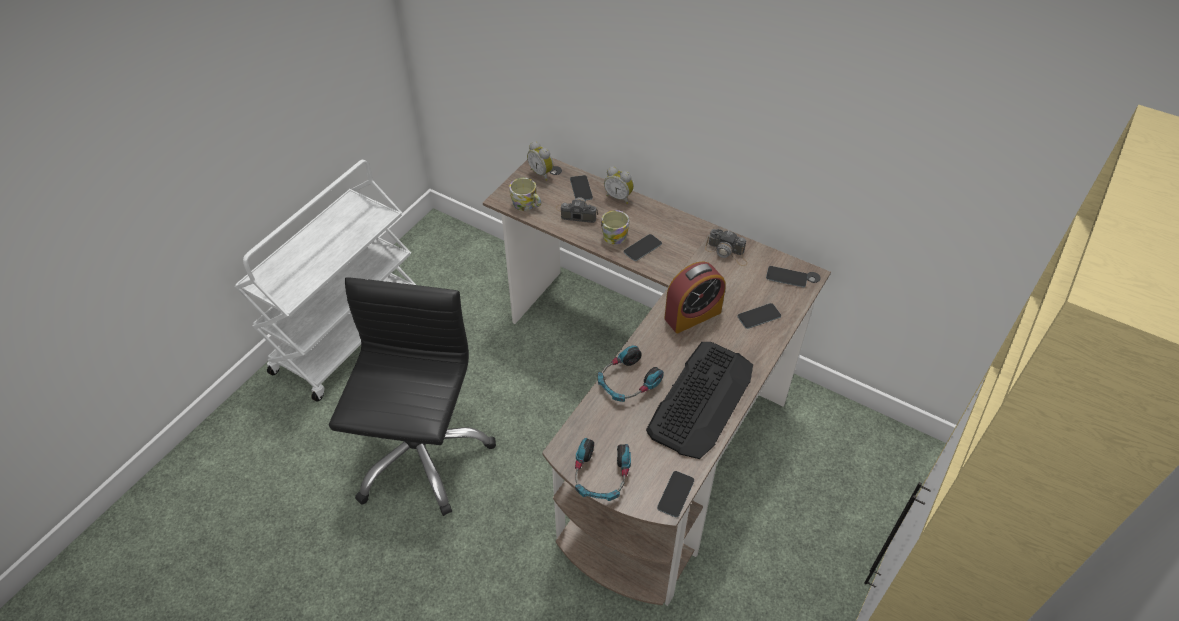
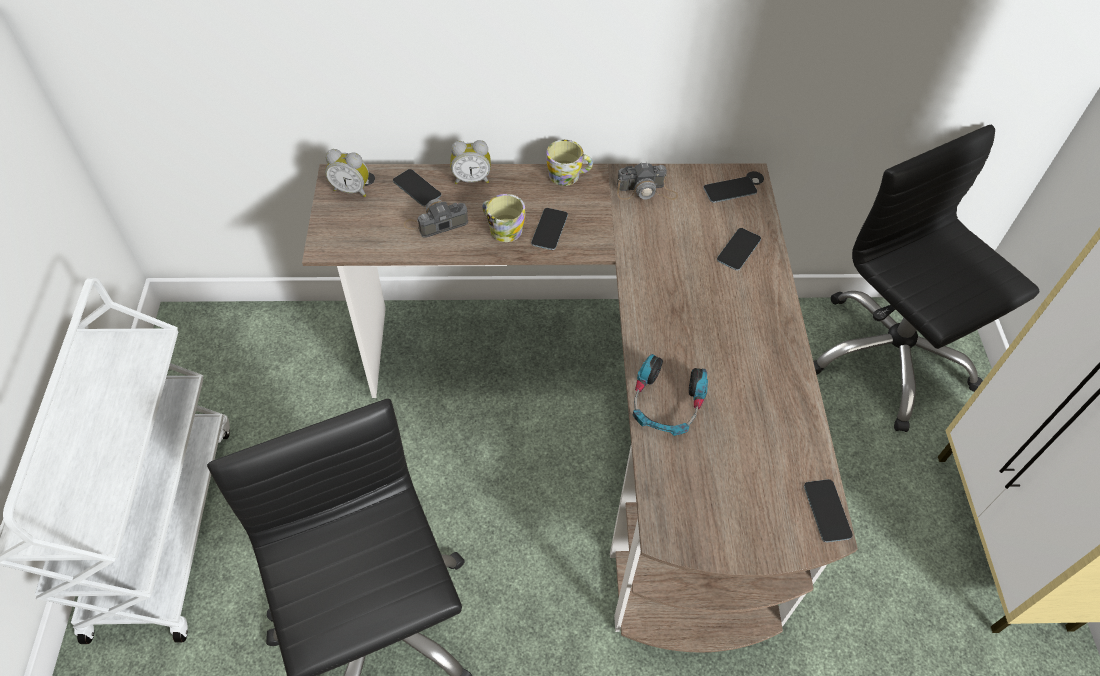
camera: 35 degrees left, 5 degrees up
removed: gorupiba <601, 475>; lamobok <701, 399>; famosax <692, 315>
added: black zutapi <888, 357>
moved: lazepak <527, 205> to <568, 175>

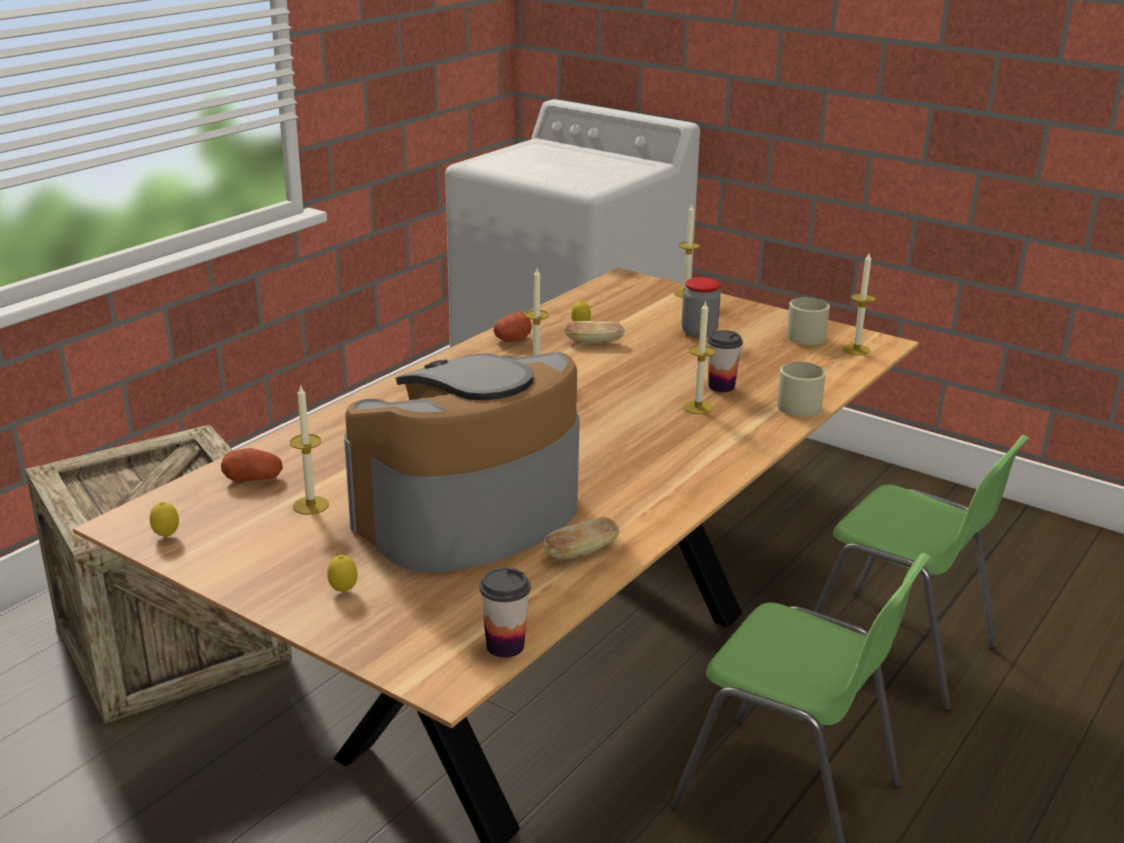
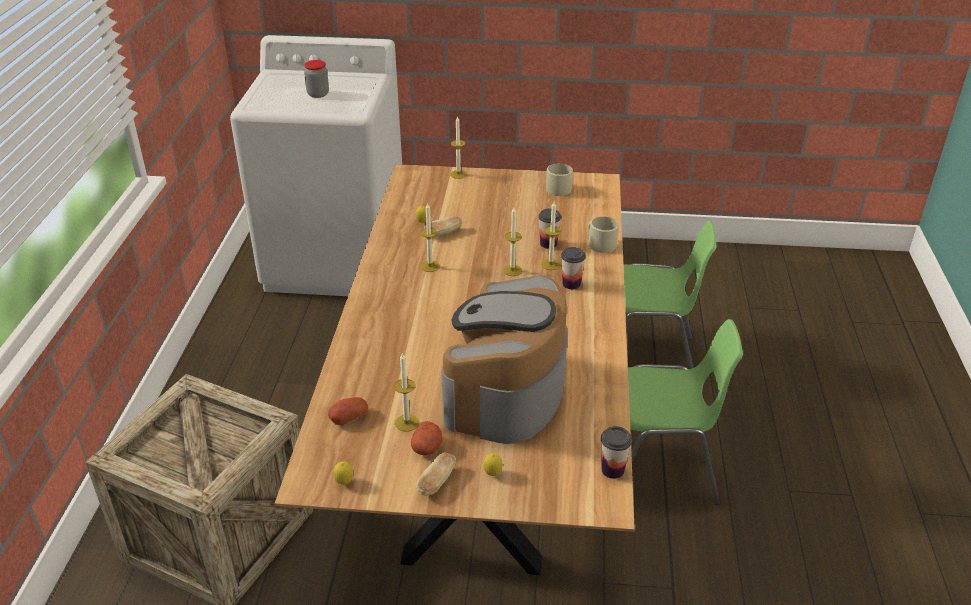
camera: 30 degrees left, 10 degrees up
added: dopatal <571, 284>
moved: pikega <513, 340> to <427, 448>; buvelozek <581, 553> to <436, 482>; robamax <699, 332> to <318, 94>; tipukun <856, 350> to <512, 270>

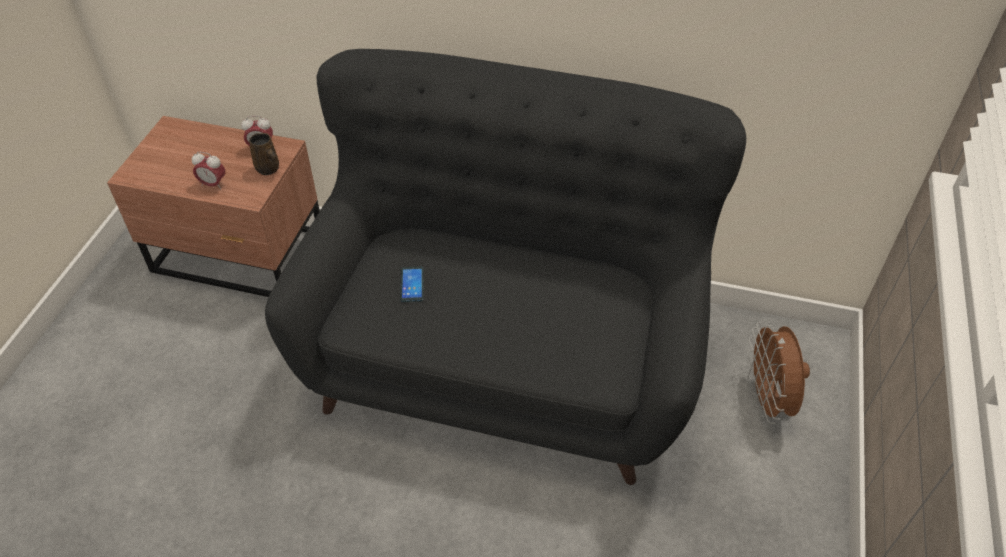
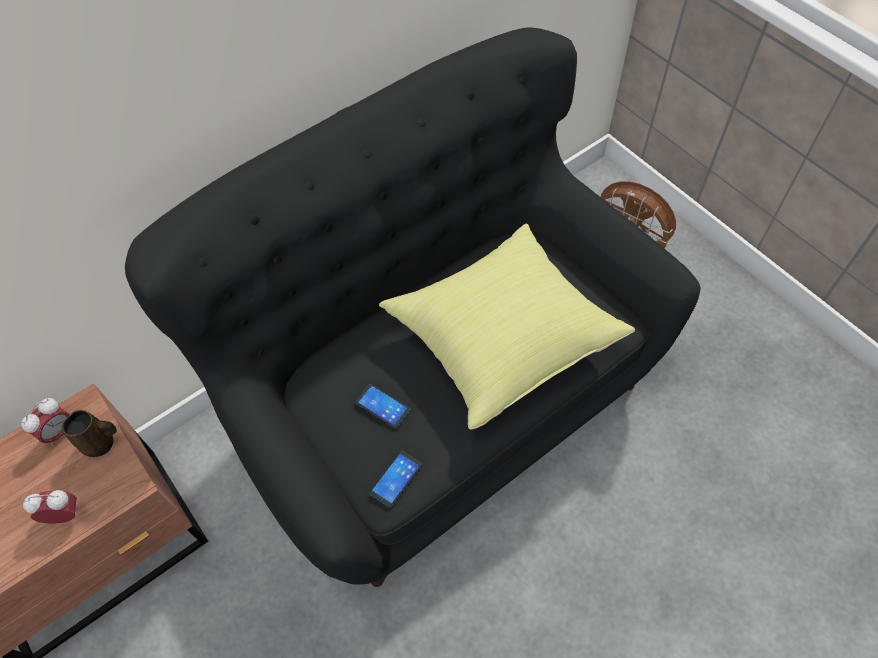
camera: 50 degrees left, 10 degrees up
added: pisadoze <396, 479>; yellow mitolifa <502, 337>
turned: famosax <213, 184> = <65, 515> 150 degrees counterclockwise

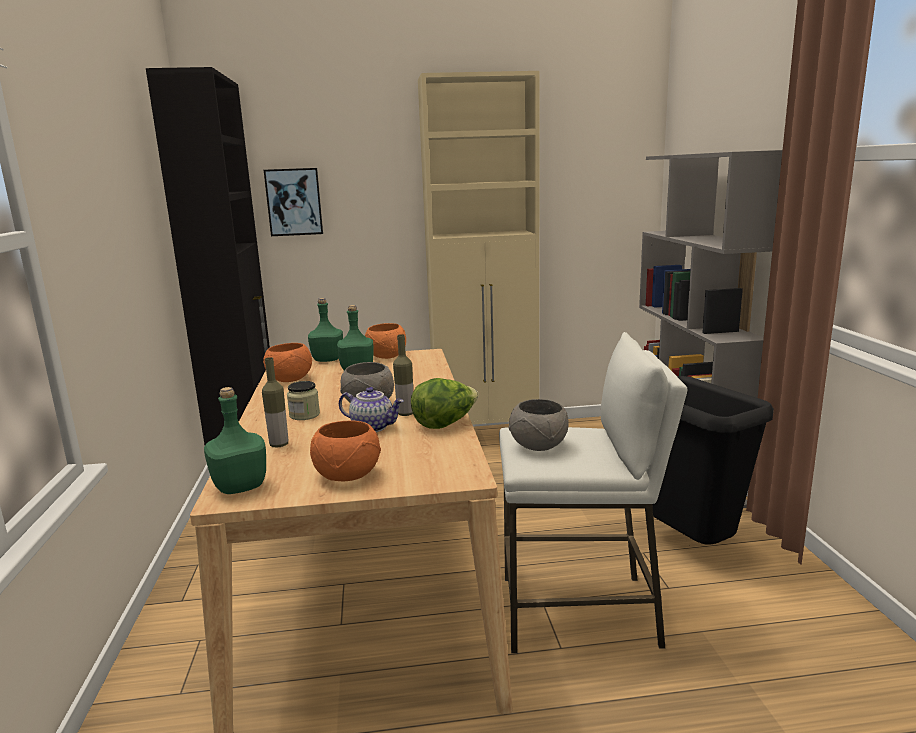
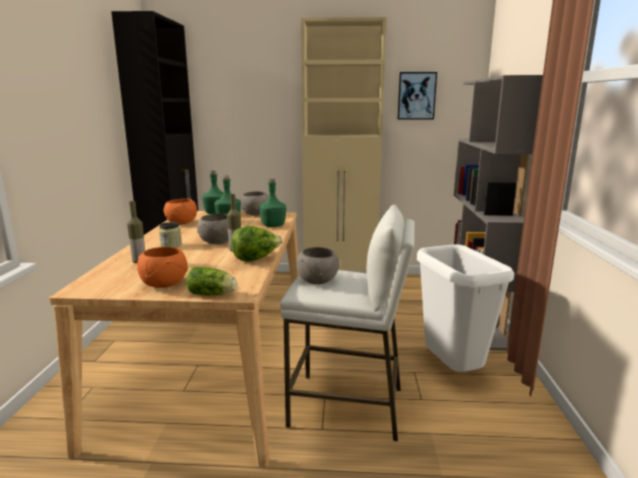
camera: 10 degrees right, 0 degrees up
removed: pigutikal <373, 427>
added: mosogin <213, 294>
moved: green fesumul <241, 486> to <273, 225>; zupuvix <294, 202> to <416, 96>
recoloured: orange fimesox <386, 356> to grey fimesox <255, 214>; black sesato <688, 545> to white sesato <450, 371>

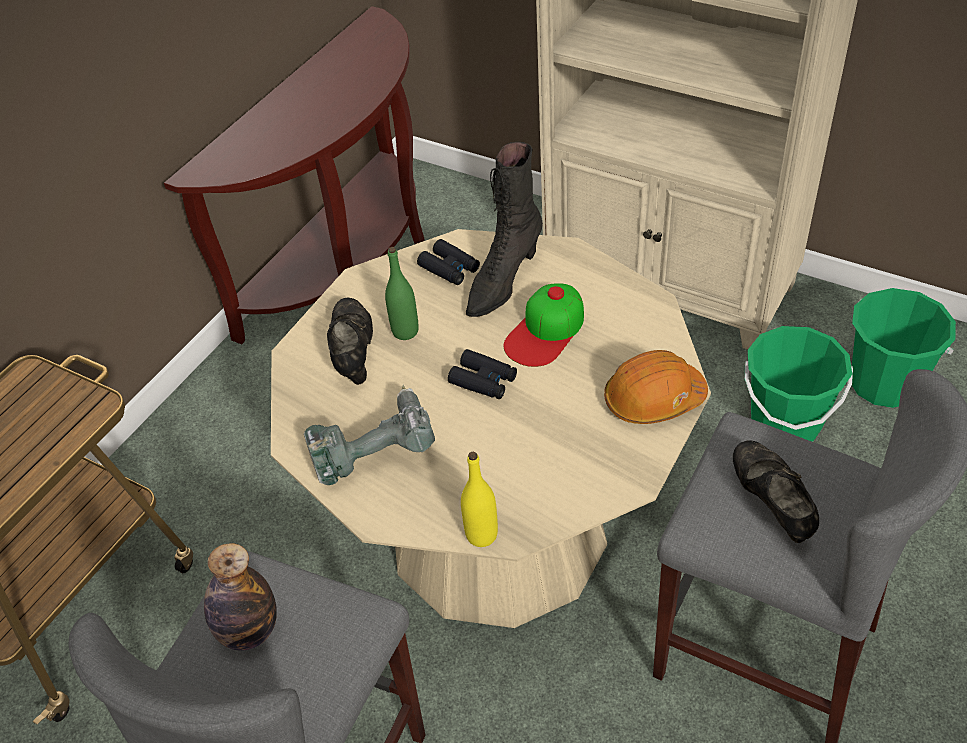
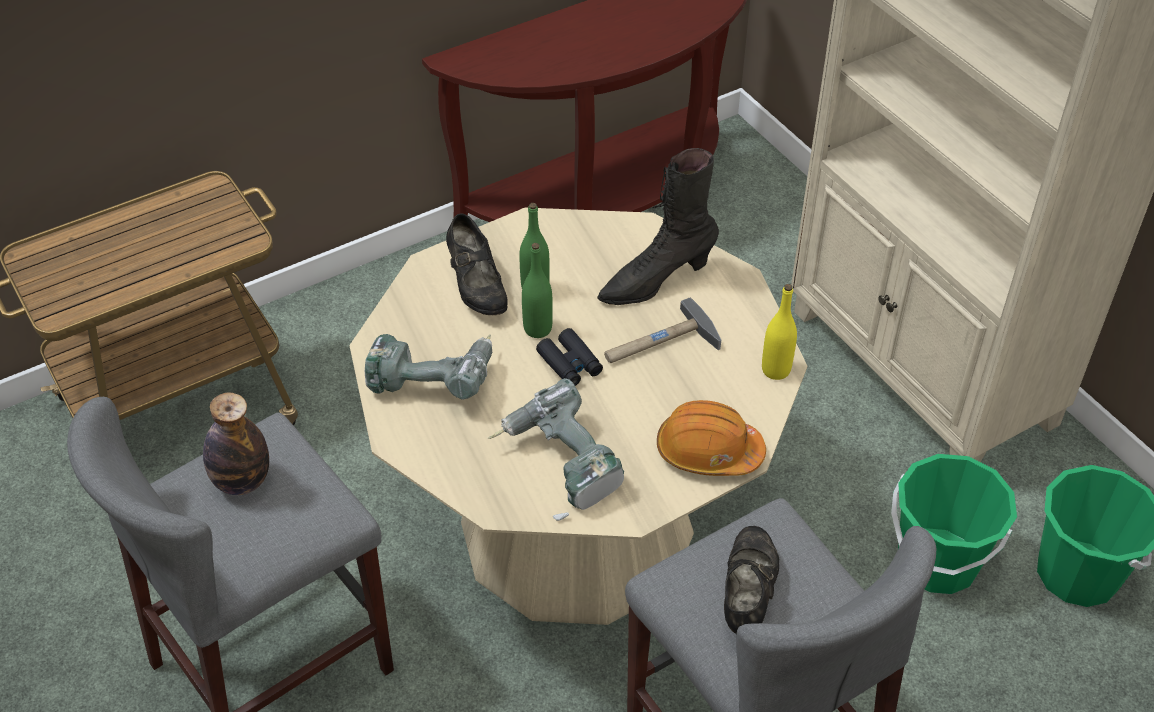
camera: 25 degrees right, 0 degrees up
removed: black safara <449, 268>
added: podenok <559, 466>; green fesumul <537, 329>
moved: yellow fesumul <481, 535> to <776, 370>
replaced: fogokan <545, 331> to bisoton <659, 344>
turned: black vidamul <353, 353> = <476, 288> 135 degrees clockwise

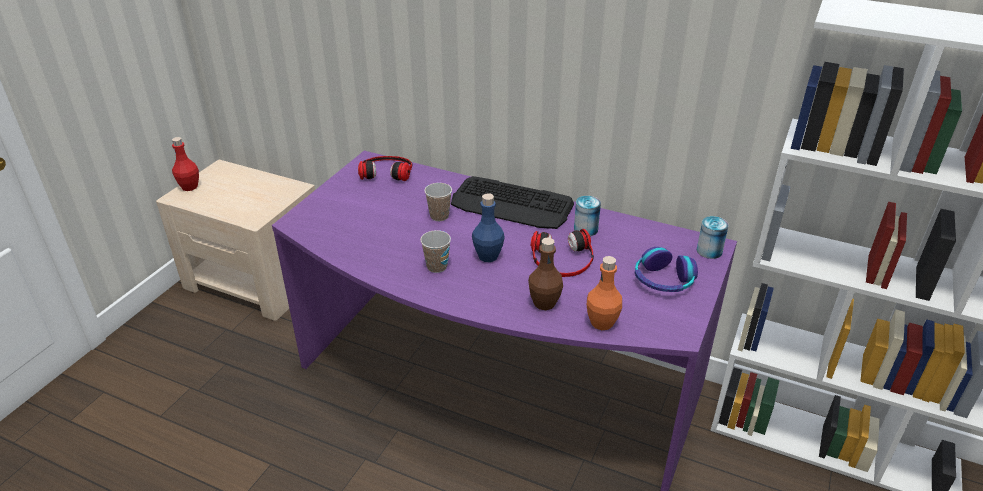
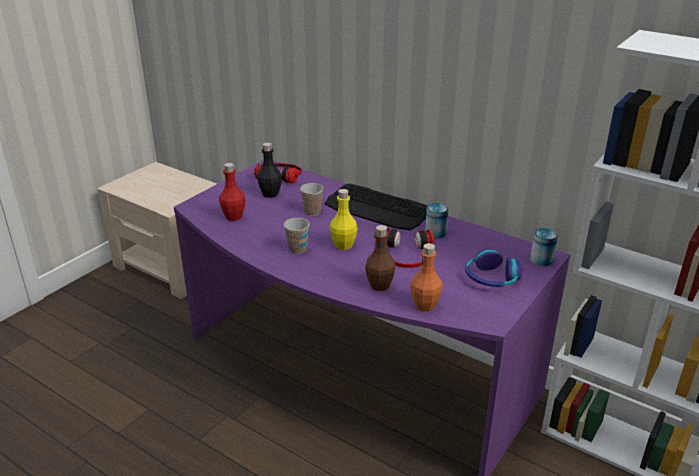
camera: 10 degrees right, 5 degrees down
added: black fesumul <270, 194>
moved: red fesumul <189, 187> to <233, 216>
recoloured: blue fesumul <488, 256> to yellow fesumul <343, 245>

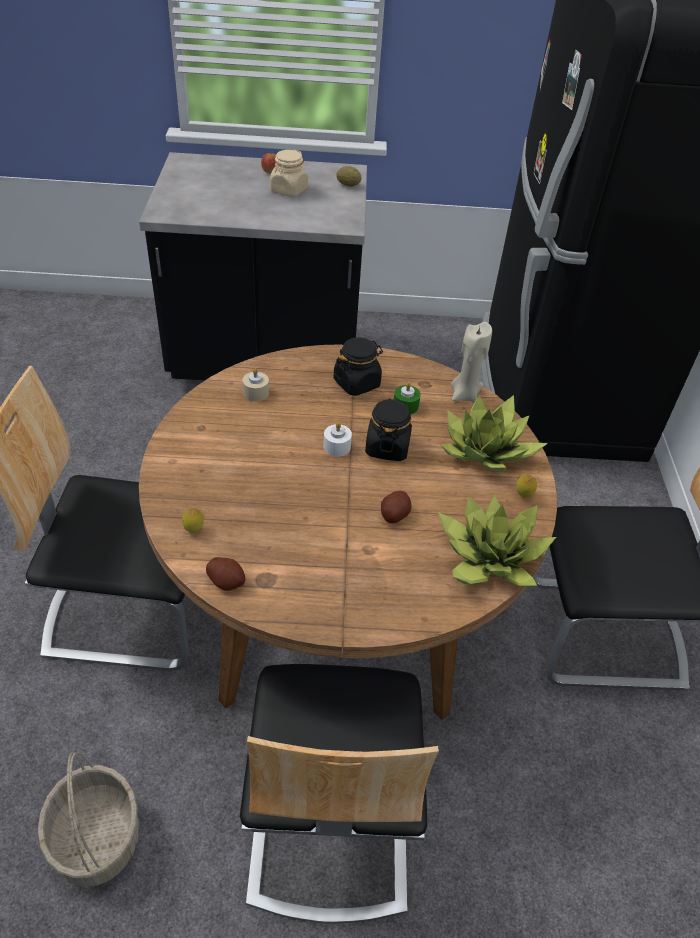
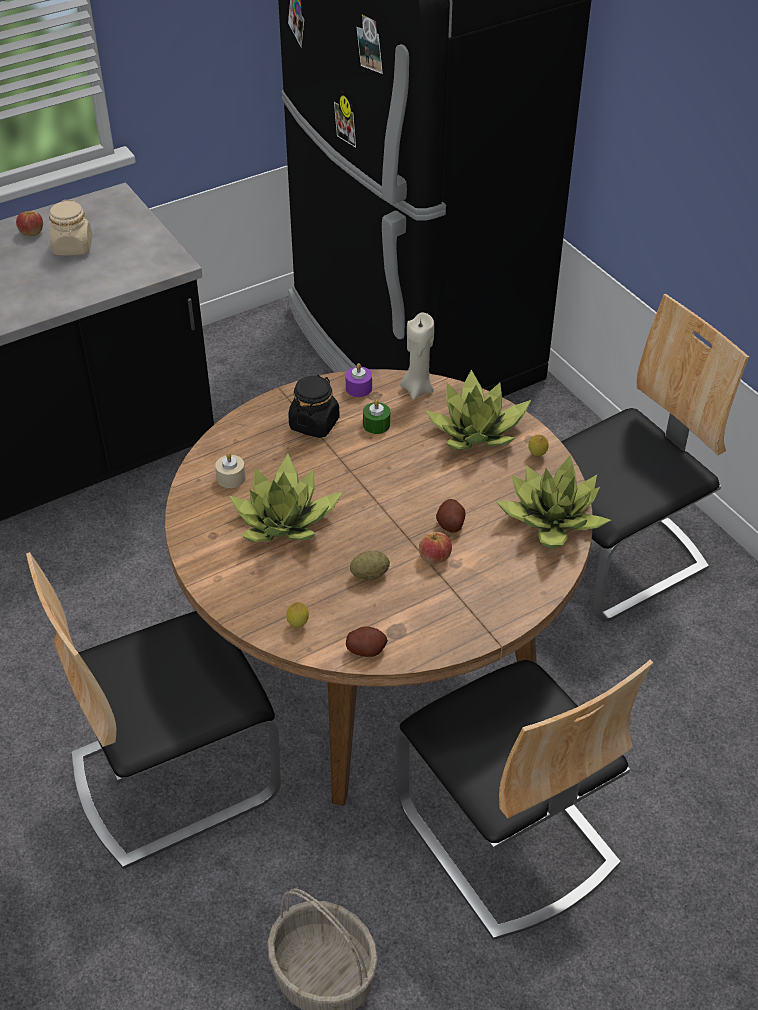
camera: 30 degrees left, 0 degrees up
removed: white tipukun <337, 447>; black robamax <387, 447>
added: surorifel <285, 520>; purple tipukun <358, 388>; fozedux <434, 557>
moved: pikega <348, 185> to <369, 574>

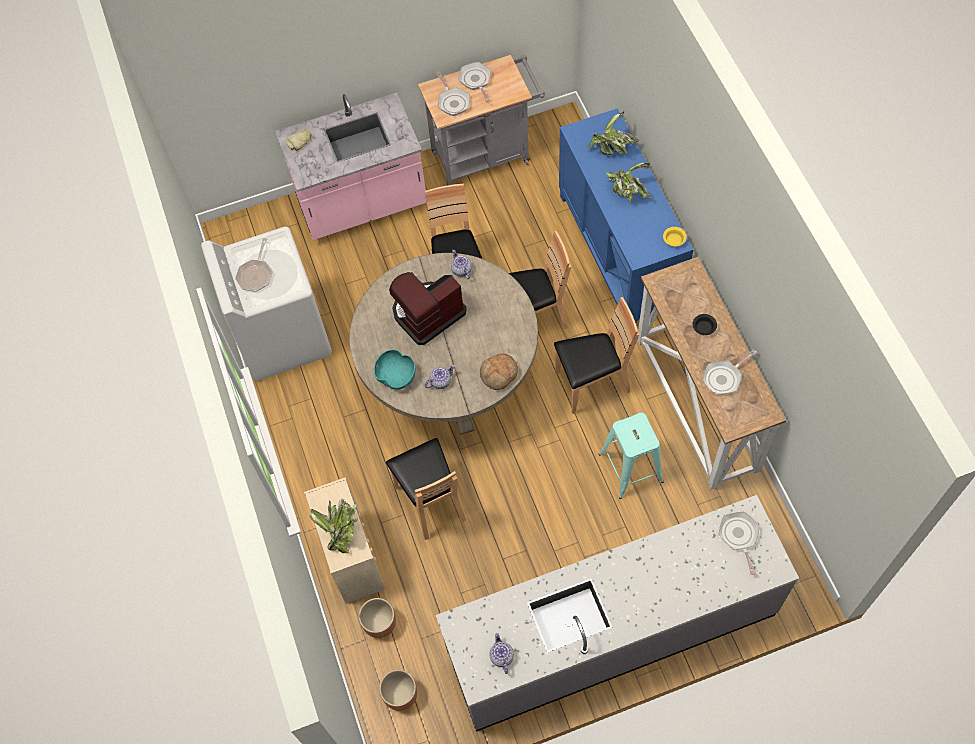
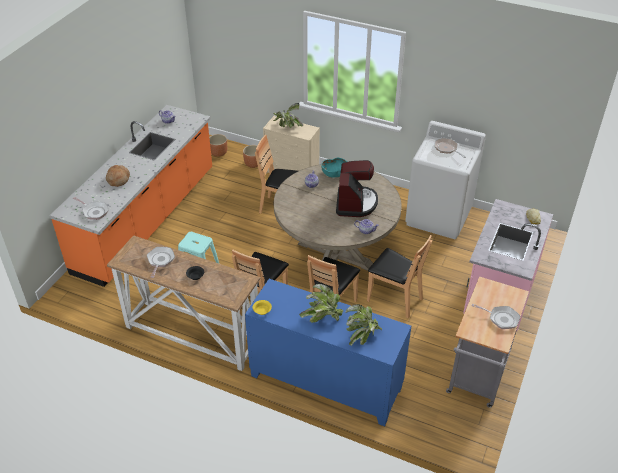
camera: 130 degrees right, 20 degrees down
removed: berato <453, 101>
moved: buvelozek <499, 374> to <118, 179>
recoloured: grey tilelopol <611, 633> to orange tilelopol <147, 220>

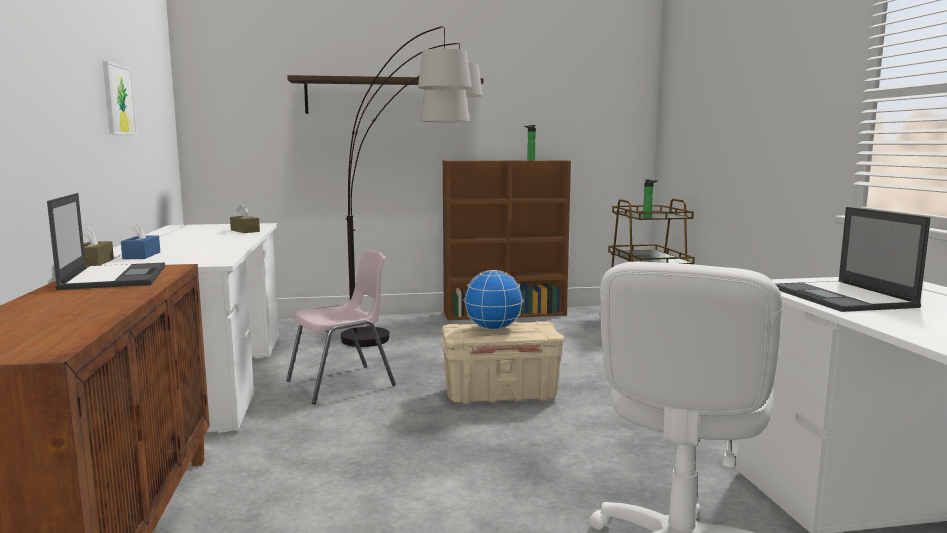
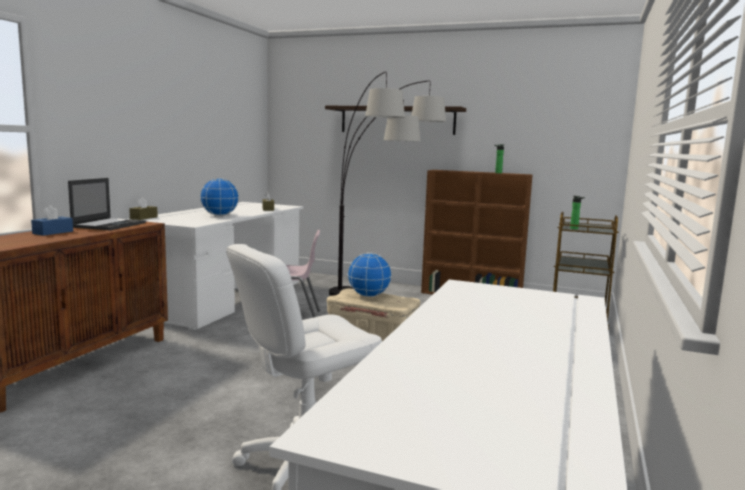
camera: 30 degrees right, 0 degrees up
removed: zupuvix <118, 100>; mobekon <843, 297>
added: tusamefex <219, 215>
moved: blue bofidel <141, 255> to <53, 232>

